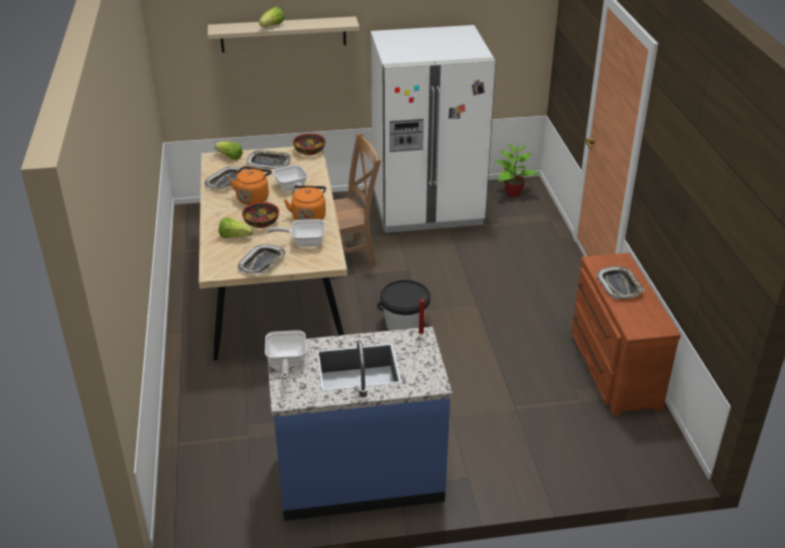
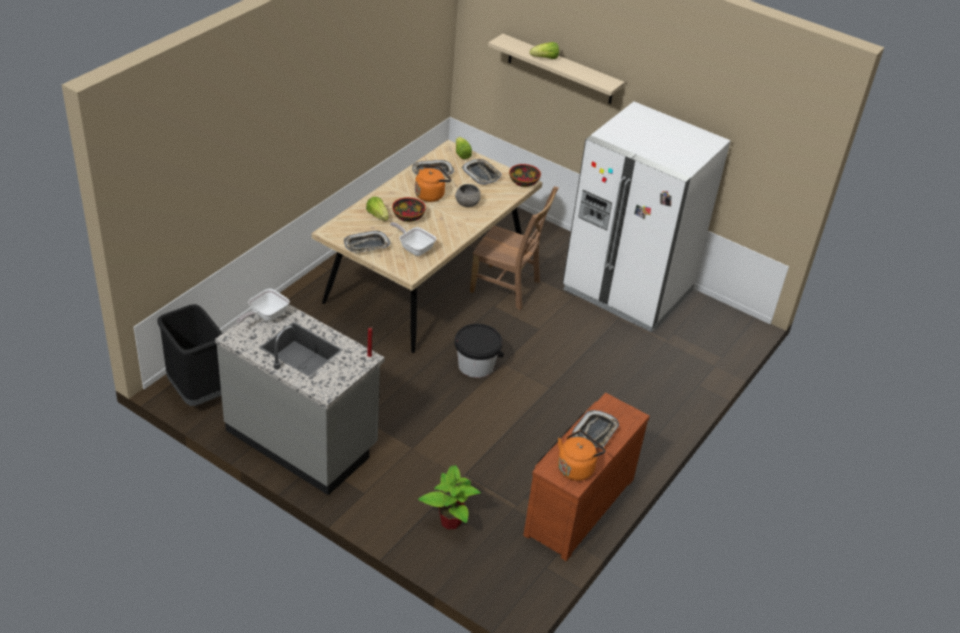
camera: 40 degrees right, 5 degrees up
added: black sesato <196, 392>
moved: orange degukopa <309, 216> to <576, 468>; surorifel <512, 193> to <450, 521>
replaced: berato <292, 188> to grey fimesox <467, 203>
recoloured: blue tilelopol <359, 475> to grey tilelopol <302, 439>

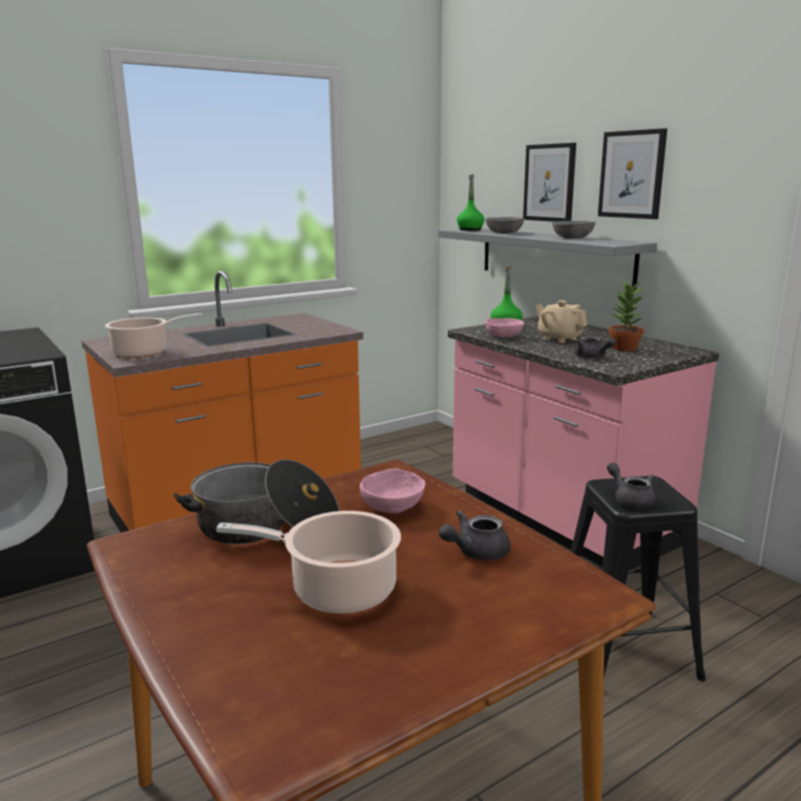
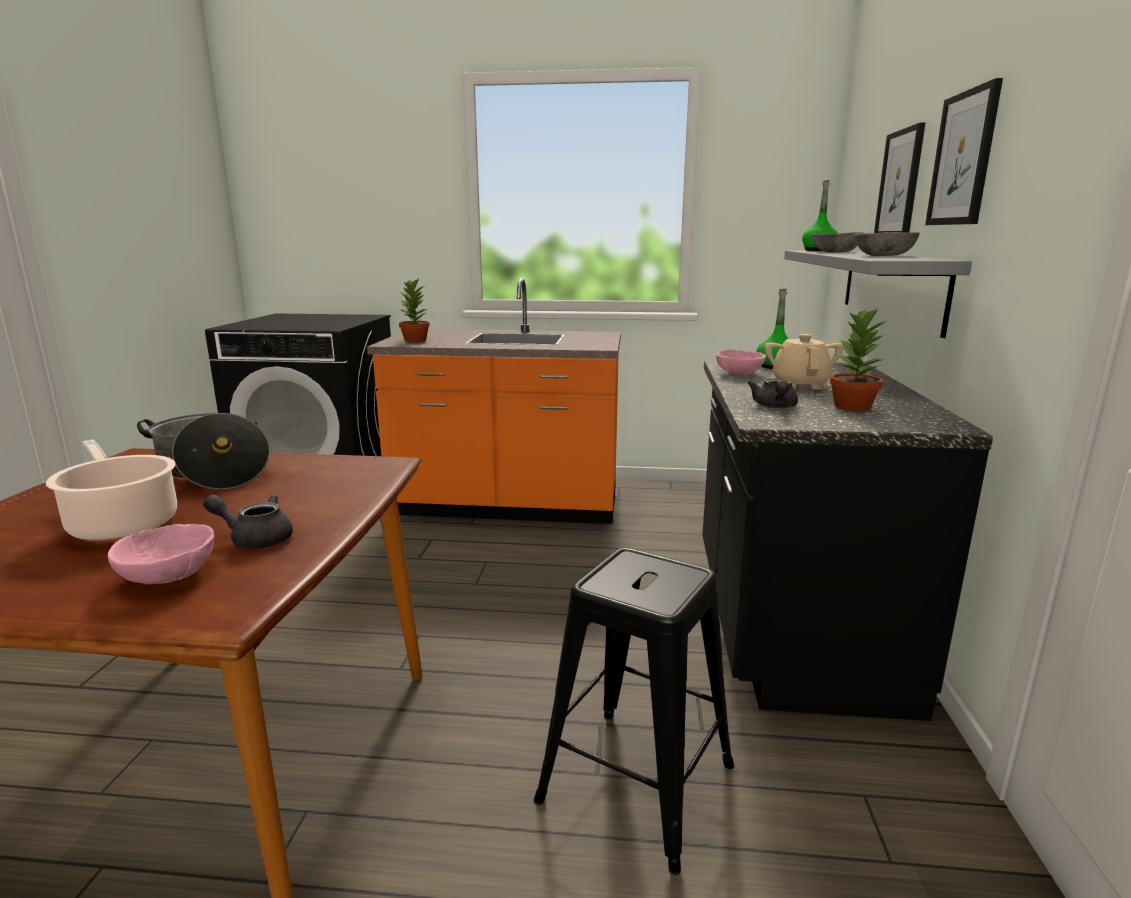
camera: 40 degrees right, 0 degrees up
removed: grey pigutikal <630, 500>
moved: pink fimesox <392, 507> to <169, 576>
replaced: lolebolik <144, 353> to surorifel <415, 340>
recoloured: pink tilelopol <561, 518> to black tilelopol <789, 623>

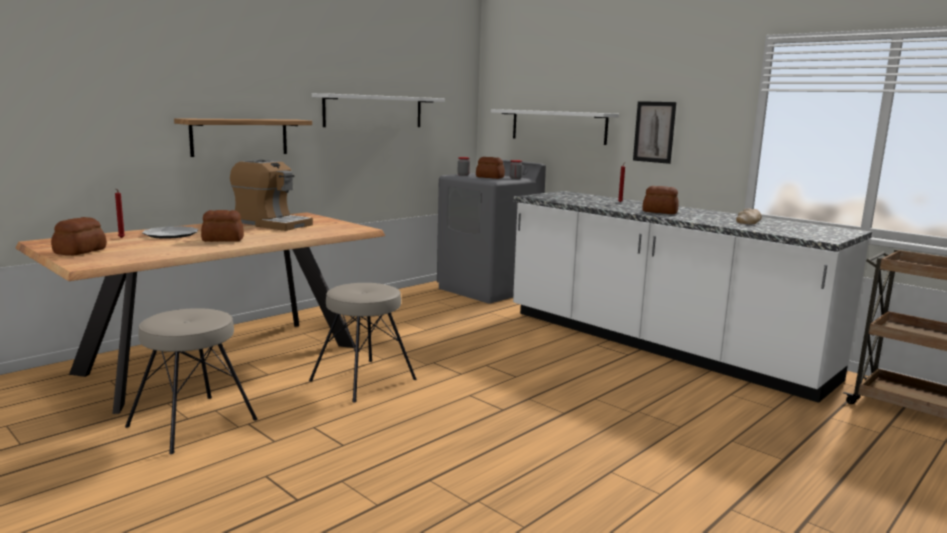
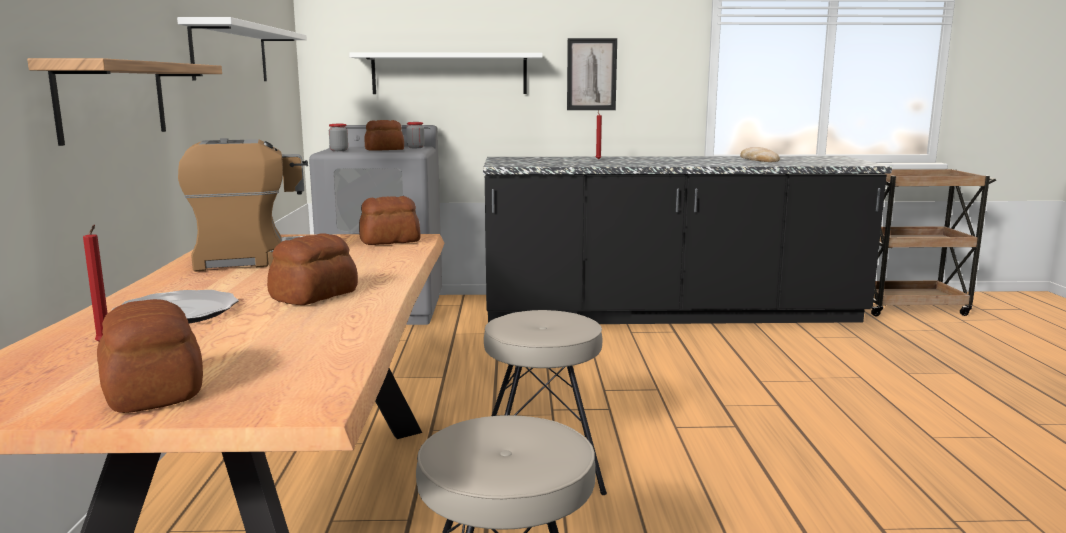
camera: 45 degrees left, 0 degrees up
moved: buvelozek <659, 212> to <389, 241>
recoloured: white tilelopol <658, 345> to black tilelopol <670, 314>

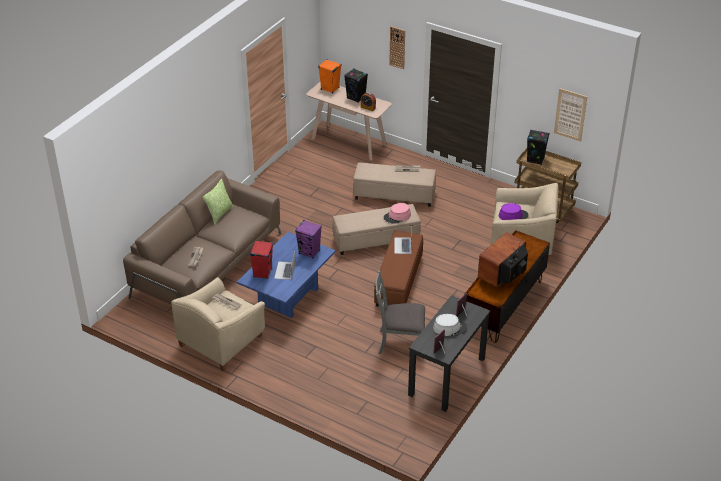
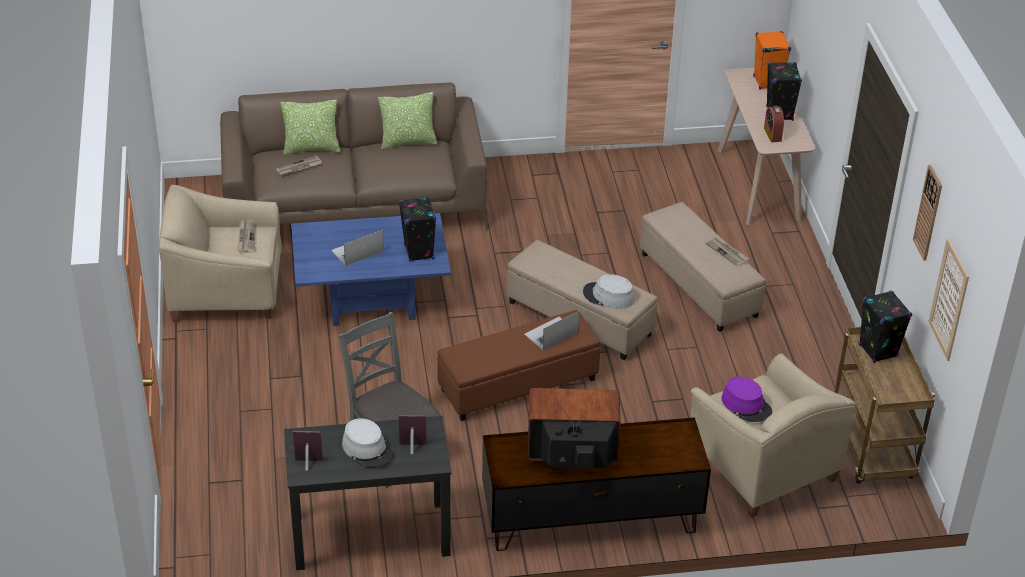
camera: 50 degrees right, 0 degrees up
removed: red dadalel <262, 273>
added: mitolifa <311, 148>
moved: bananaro <397, 47> to <928, 212>
recoloured: purple dadalel <309, 252> to black dadalel <419, 252>; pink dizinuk <397, 216> to grey dizinuk <608, 296>

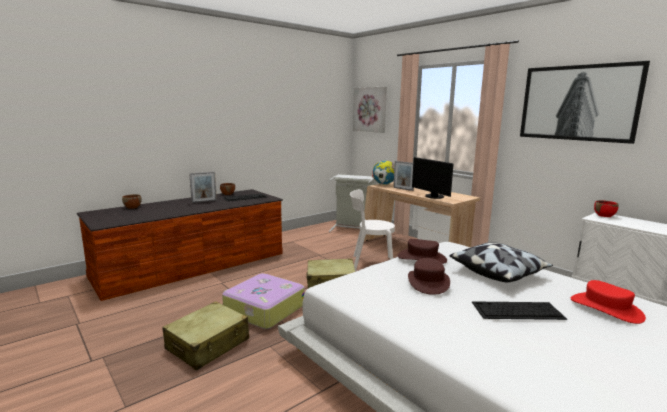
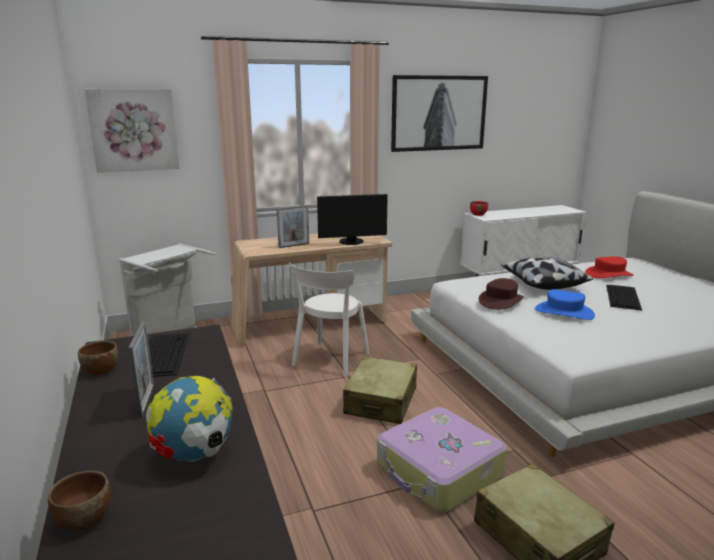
camera: 70 degrees left, 5 degrees up
moved: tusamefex <384, 184> to <194, 454>
recoloured: brown dizinuk <428, 282> to blue dizinuk <564, 312>

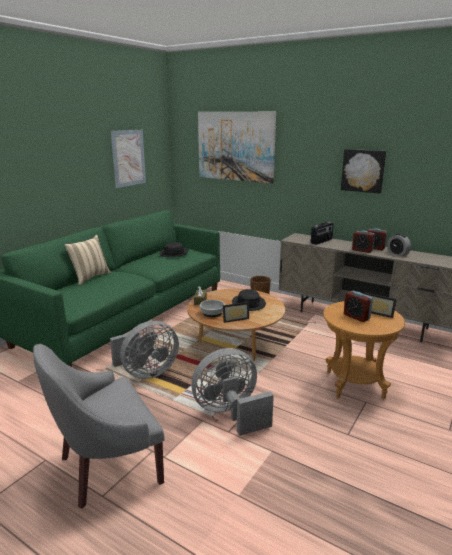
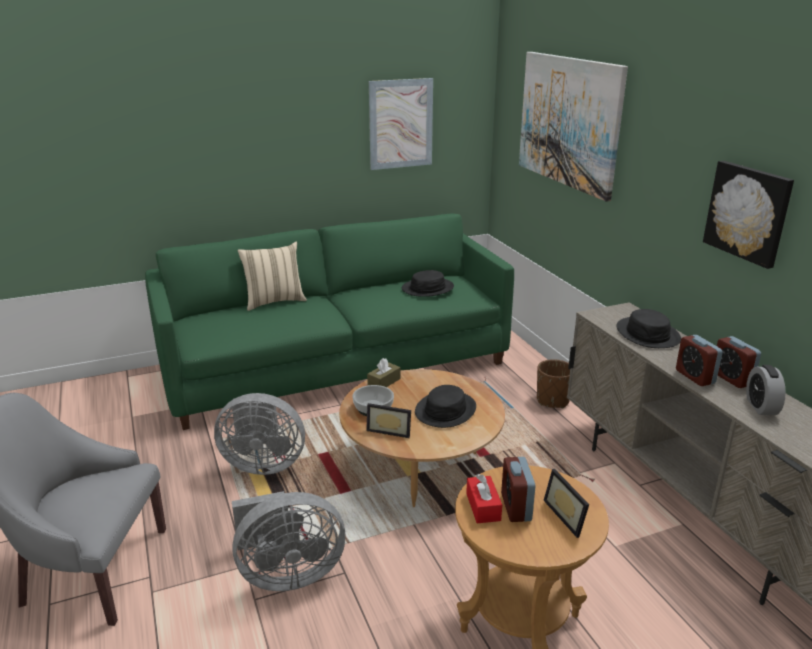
camera: 35 degrees right, 5 degrees up
added: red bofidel <483, 507>
replaced: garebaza <321, 241> to black dizinuk <648, 334>
turned: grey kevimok <230, 413> = <287, 574> 150 degrees clockwise

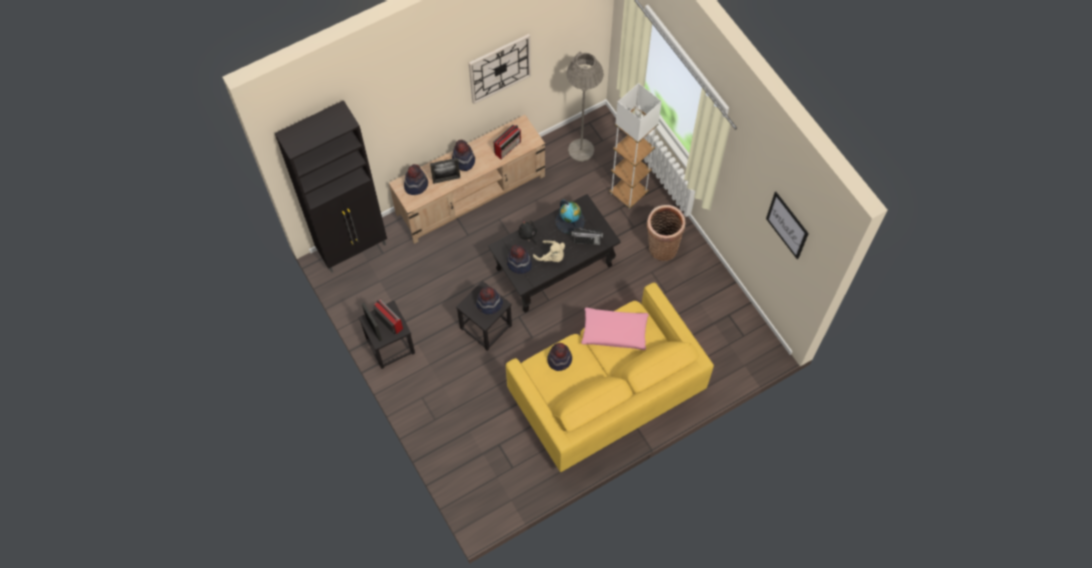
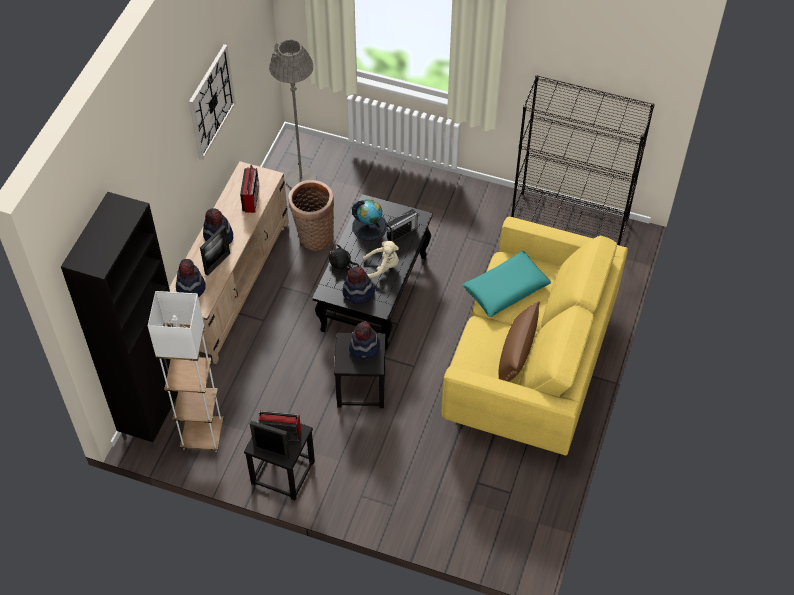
camera: 40 degrees left, 10 degrees down
removed: dizinuk <560, 359>; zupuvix <787, 225>
added: brown mitolifa <516, 353>; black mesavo <570, 221>
moved: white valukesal <628, 193> to <202, 435>; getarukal <661, 246> to <313, 236>
recoloured: pink mitolifa <614, 331> to turquoise mitolifa <505, 289>

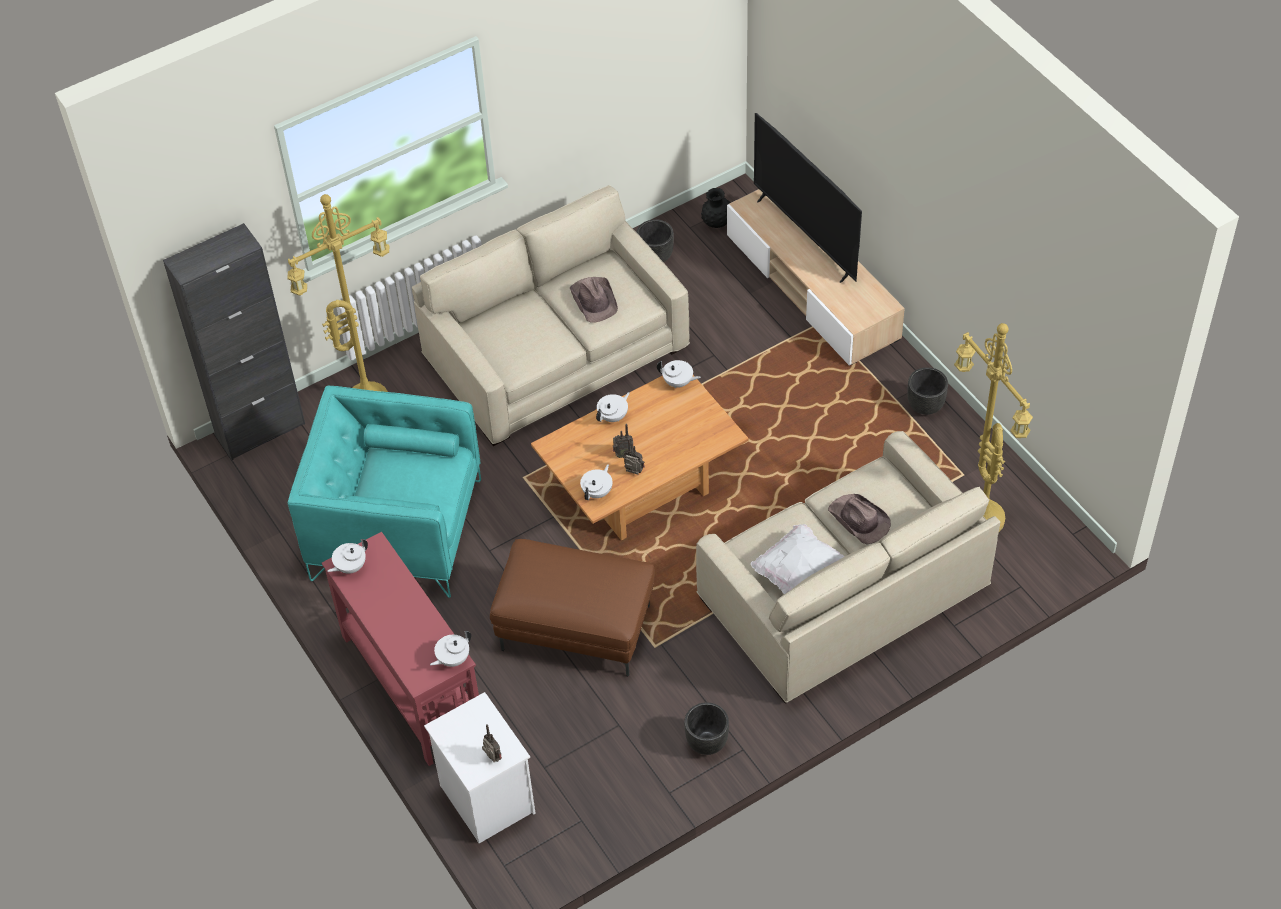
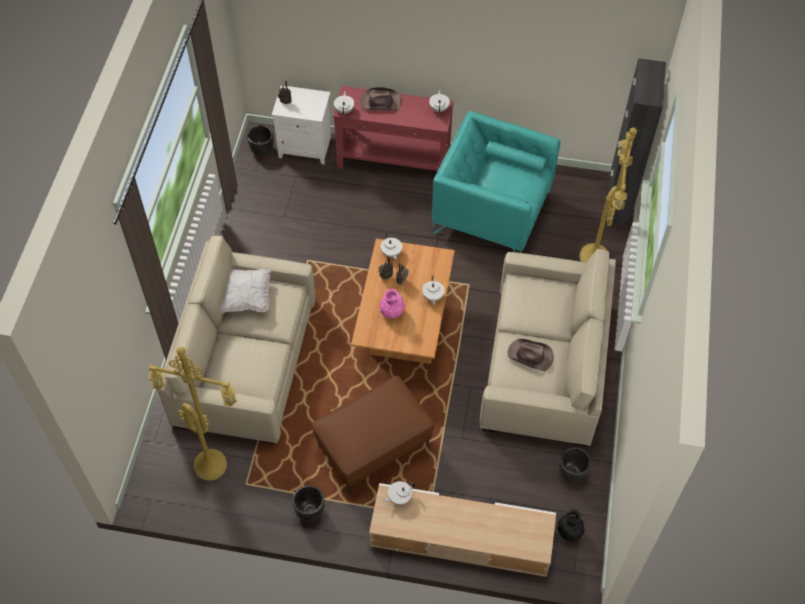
camera: 130 degrees right, 5 degrees up
removed: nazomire <805, 237>
added: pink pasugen <392, 312>
moved: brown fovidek <577, 627> to <373, 447>; white pigutikal <678, 382> to <399, 497>; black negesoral <706, 743> to <262, 150>; brown dizinuk <859, 520> to <380, 102>
turned: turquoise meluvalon <396, 530> = <491, 212> 120 degrees counterclockwise

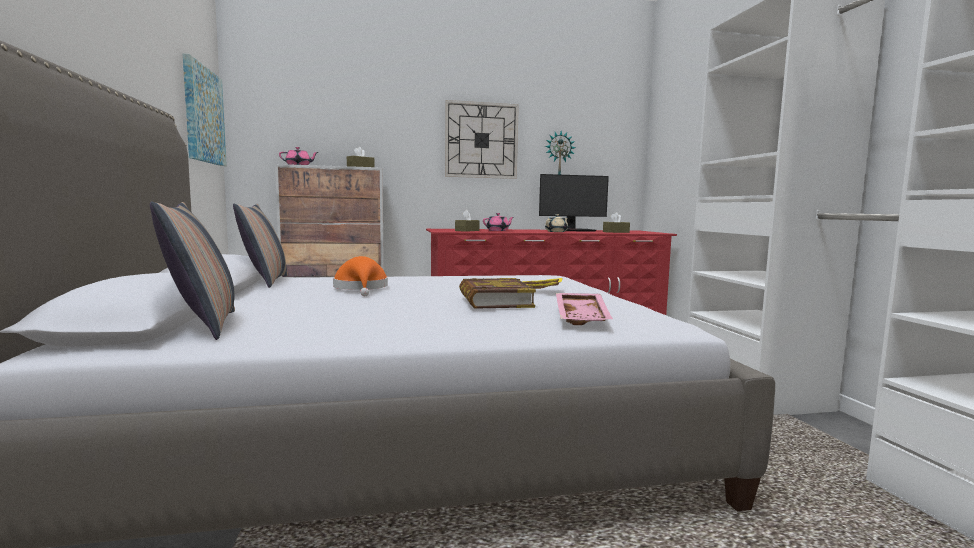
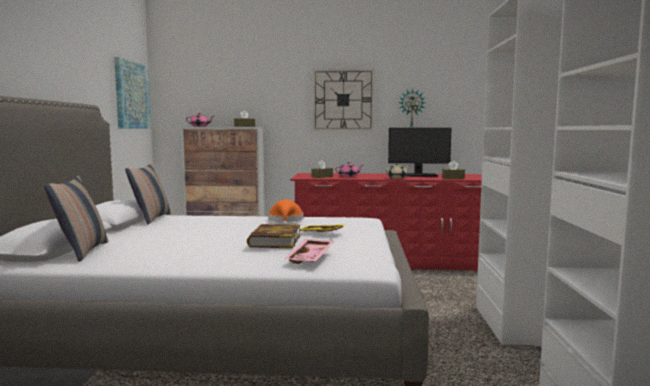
camera: 15 degrees right, 0 degrees up
moved: orange dizinuk <361, 288> to <286, 220>

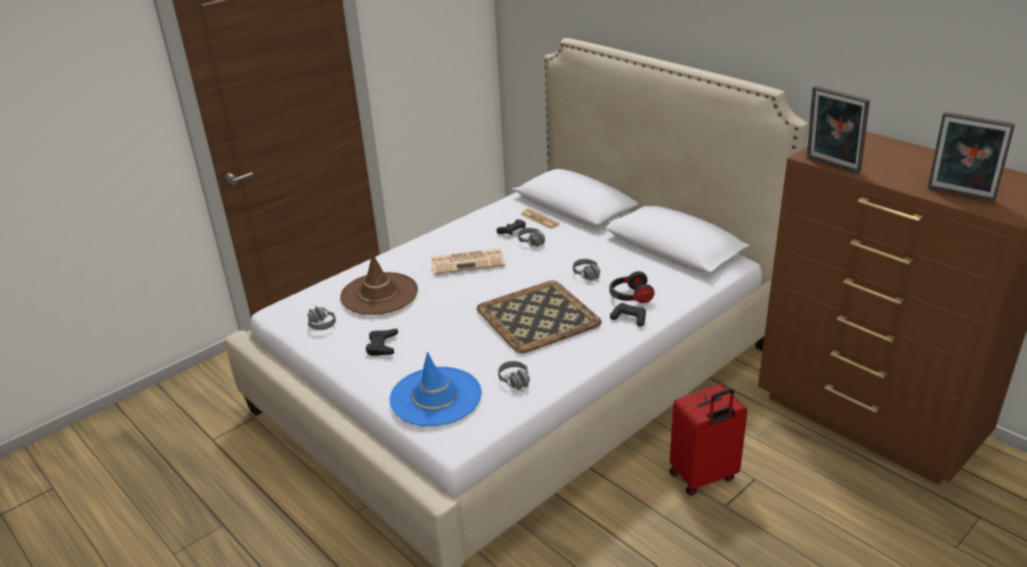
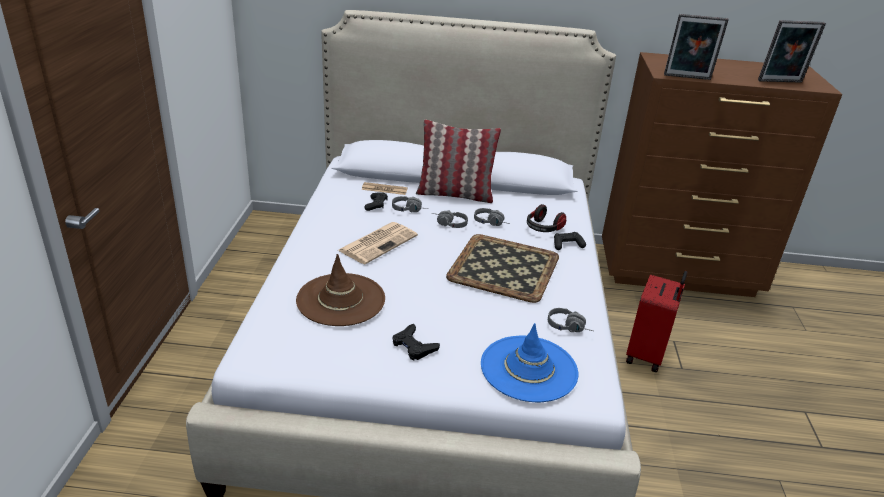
camera: 45 degrees left, 0 degrees up
added: mitolifa <455, 194>
moved: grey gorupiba <319, 322> to <448, 224>

